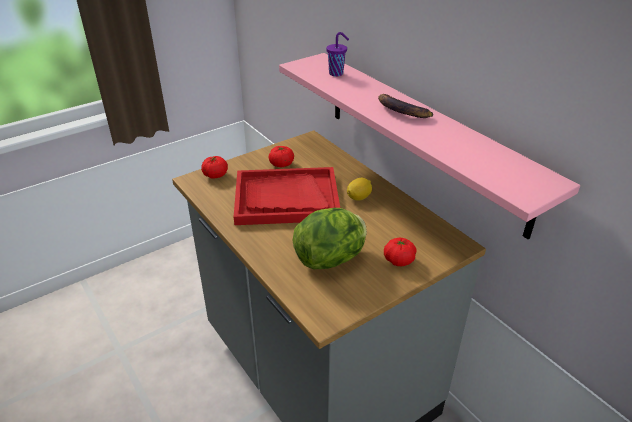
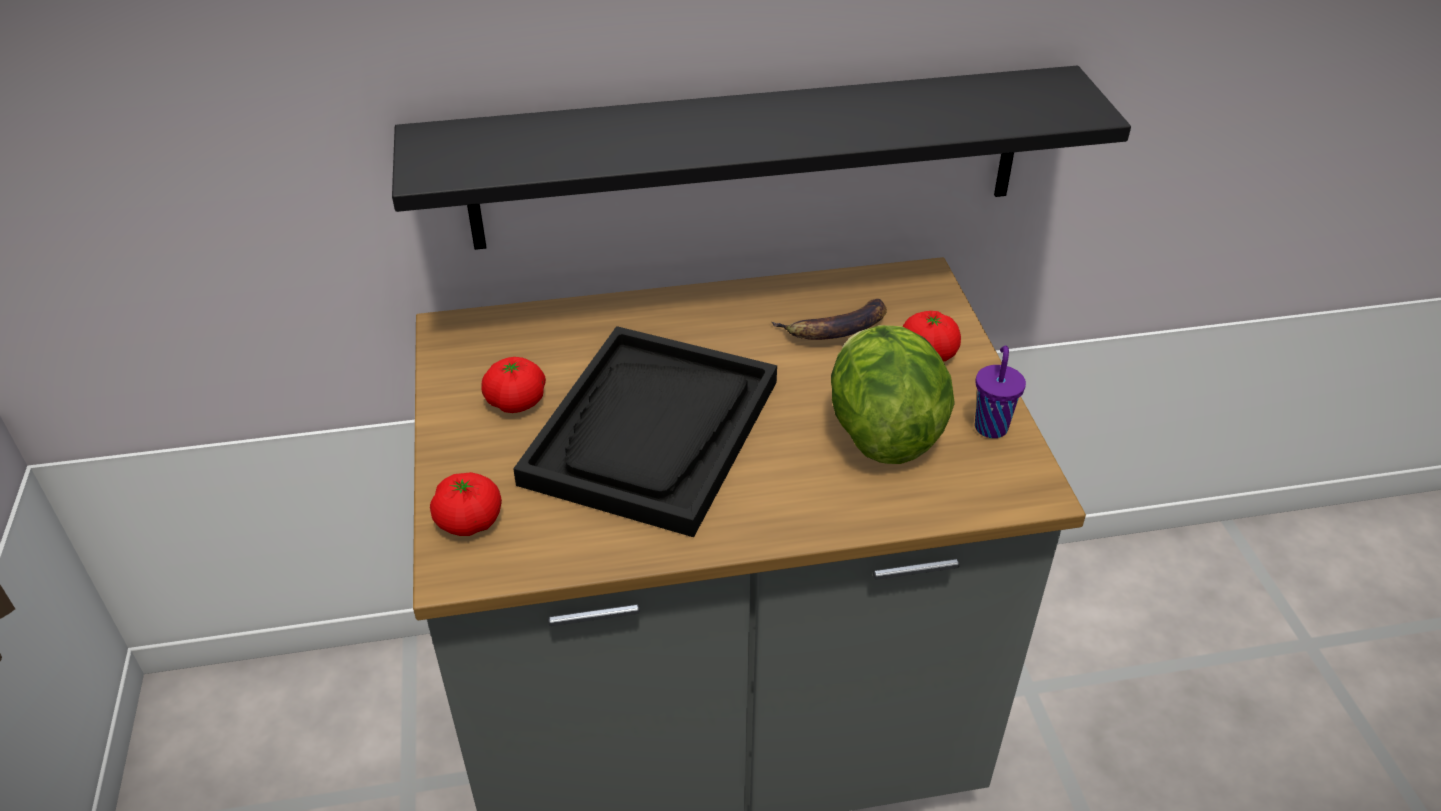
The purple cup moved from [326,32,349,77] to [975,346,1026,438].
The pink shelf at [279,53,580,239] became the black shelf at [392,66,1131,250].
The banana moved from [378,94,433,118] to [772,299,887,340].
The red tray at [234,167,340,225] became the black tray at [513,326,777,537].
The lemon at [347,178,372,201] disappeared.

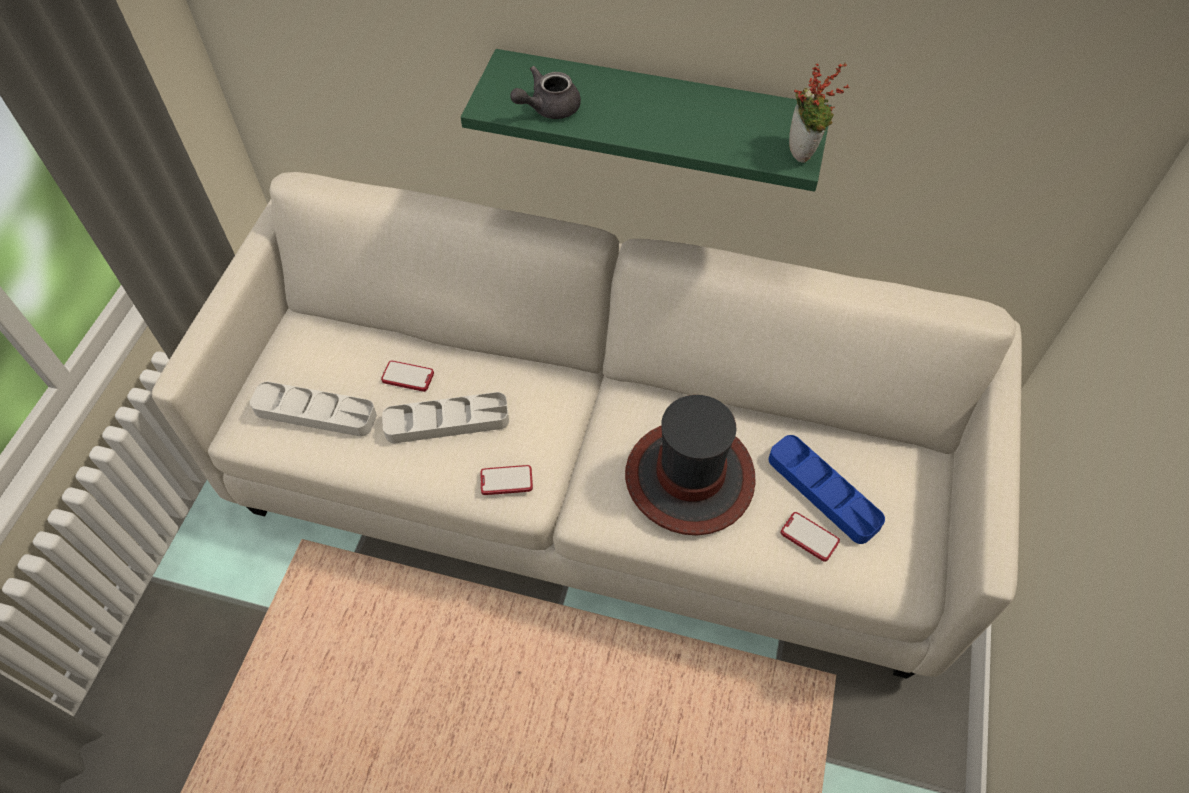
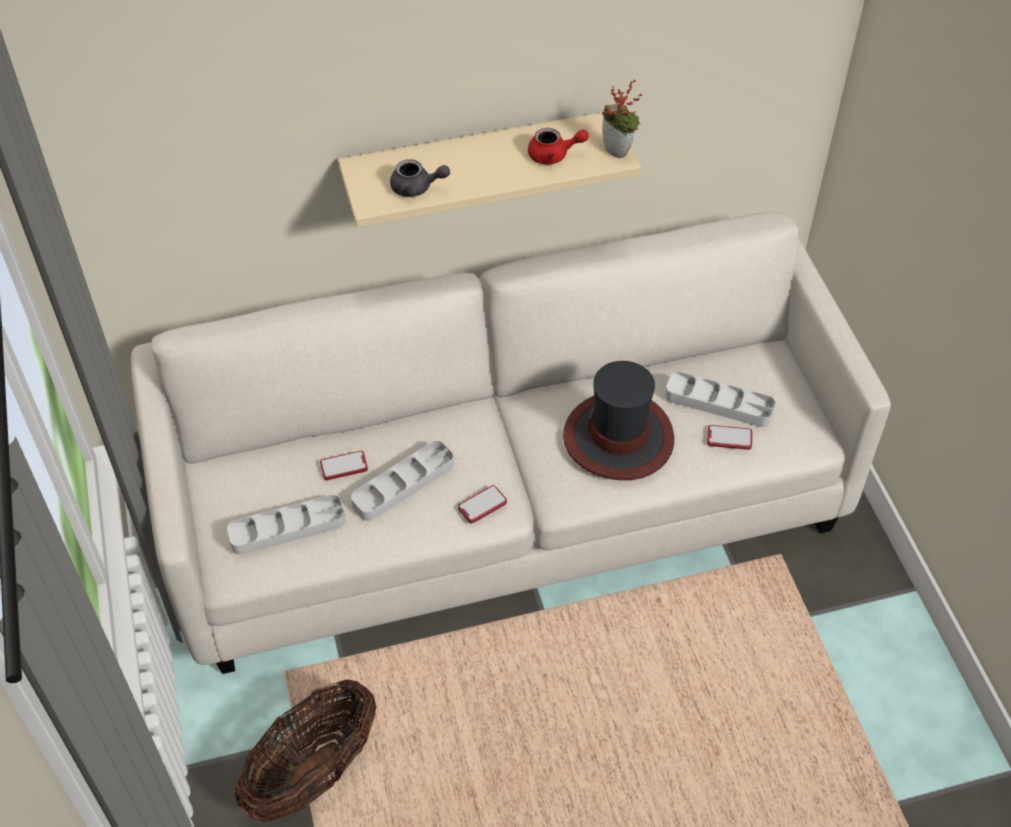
The green shelf at [461,49,832,192] became the beige shelf at [338,112,641,228].
The grey teapot at [510,66,581,119] turned 105 degrees counterclockwise.
The blue tray at [769,435,885,544] became the grey tray at [665,372,775,427].
The red teapot at [528,128,589,164] appeared.
The basket at [235,680,376,822] appeared.

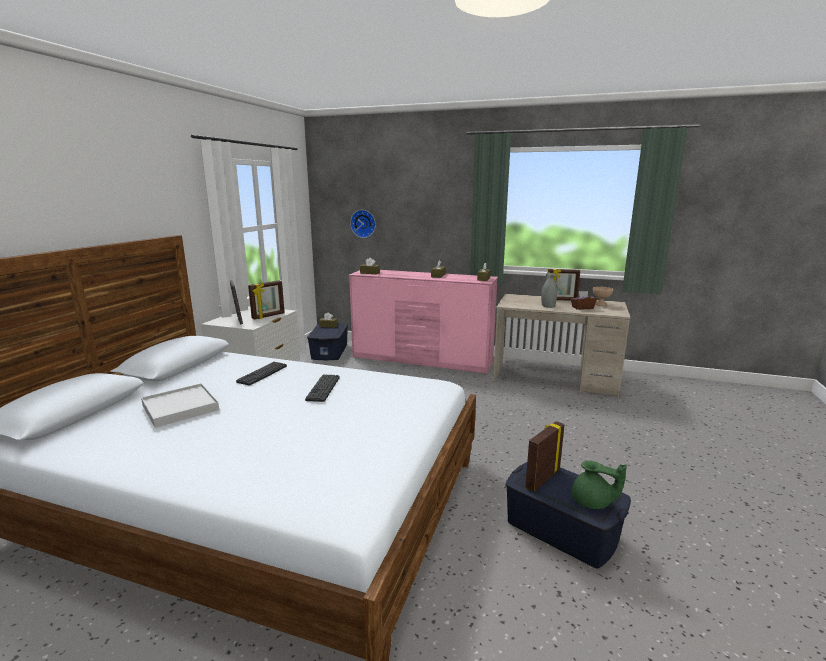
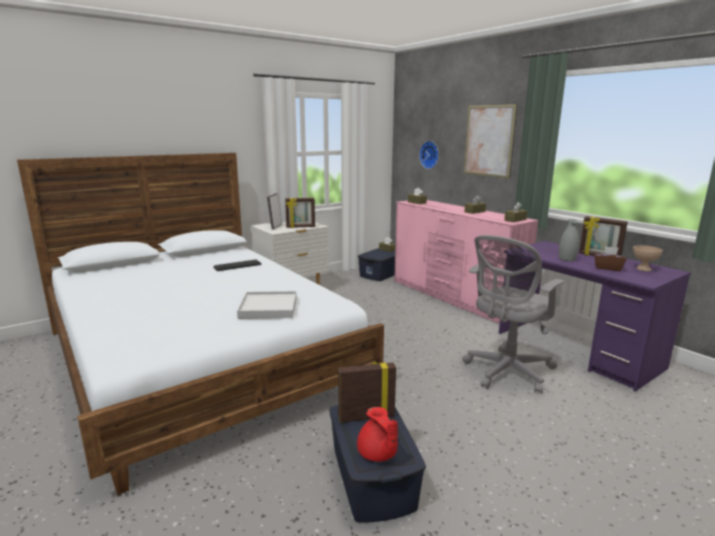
The beige desk at [493,294,631,397] became the purple desk at [498,241,691,392].
The keyboard at [305,374,340,402] disappeared.
The white tray moved from [141,383,219,428] to [237,291,297,319].
The green teapot at [572,461,627,509] became the red teapot at [357,407,398,462].
The picture at [464,104,517,179] appeared.
The grey office chair at [462,235,564,393] appeared.

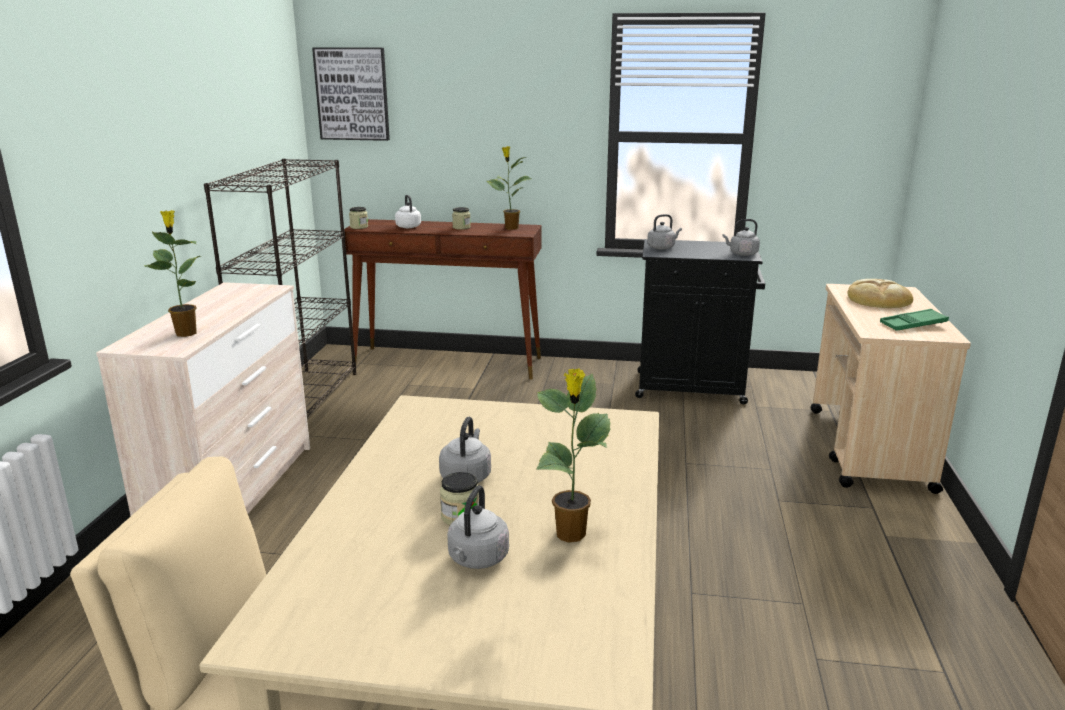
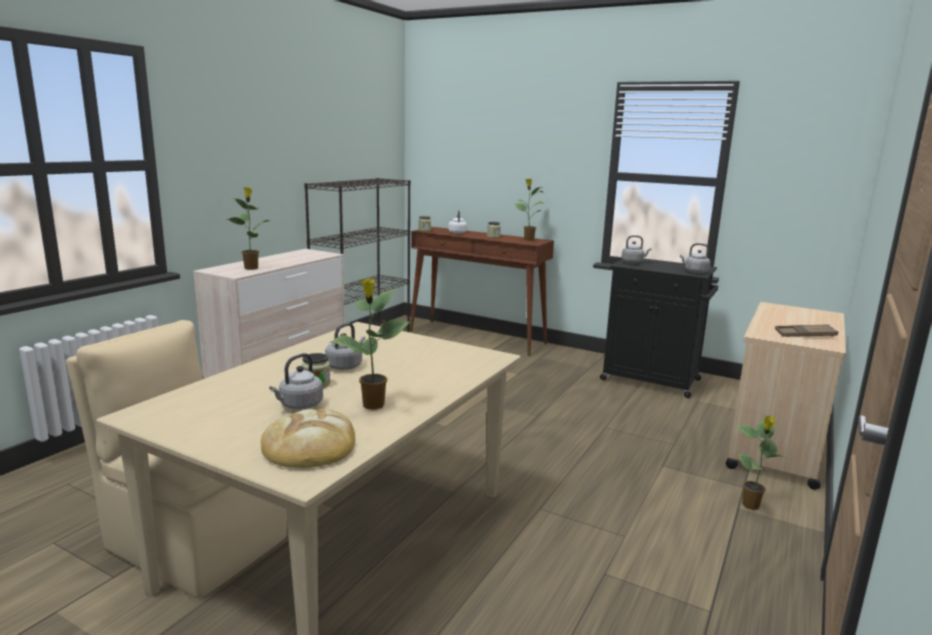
The picture at [312,48,390,141] disappeared.
The bread moved from [848,279,913,308] to [261,409,355,468].
The green tray at [880,309,949,331] became the brown tray at [775,324,838,337].
The potted plant at [736,416,787,510] appeared.

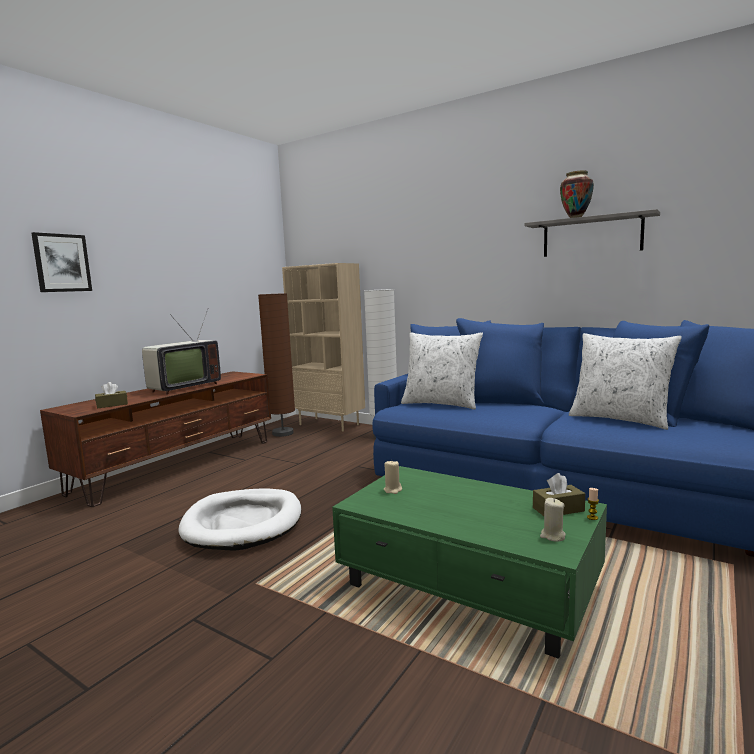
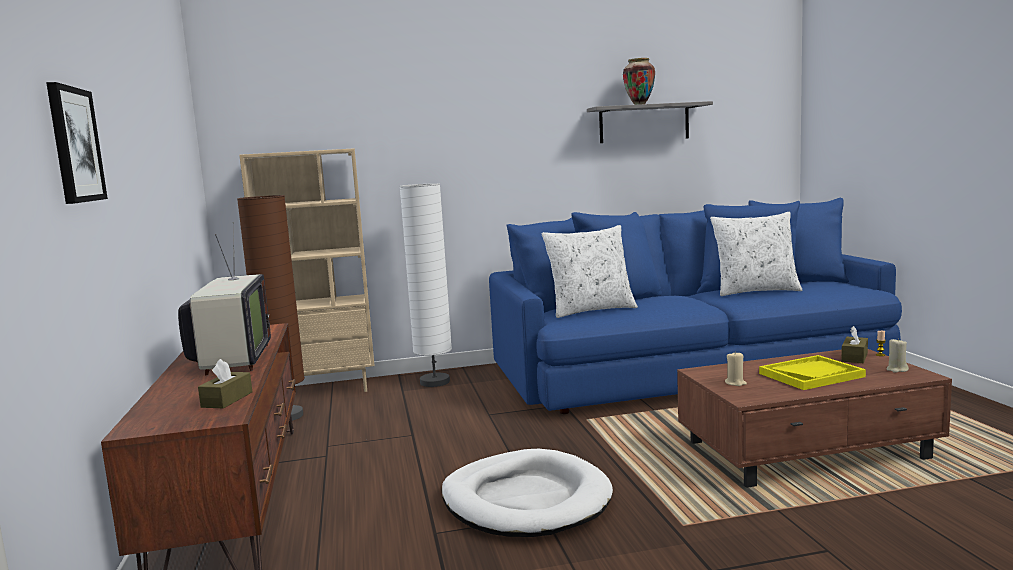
The green coffee table at [332,466,607,659] became the brown coffee table at [677,349,952,488].
The yellow tray at [759,355,866,390] appeared.

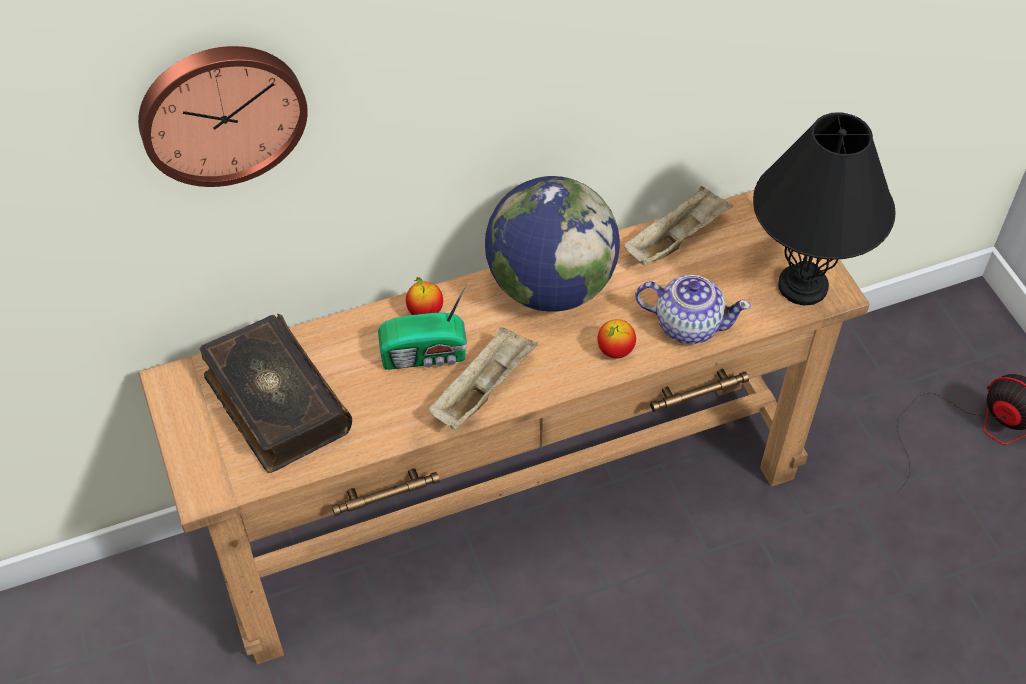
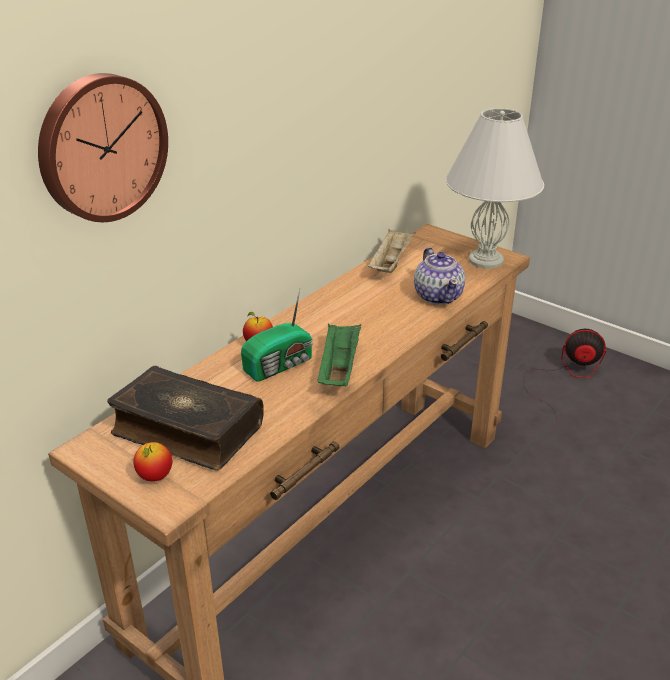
The black table lamp at [753,112,896,306] became the white table lamp at [446,108,544,269].
The globe at [485,176,620,312] disappeared.
The teapot at [635,275,751,344] turned 90 degrees clockwise.
The apple moved from [597,319,636,358] to [133,442,172,482].
The beige tray at [429,327,538,430] became the green tray at [317,324,361,386].

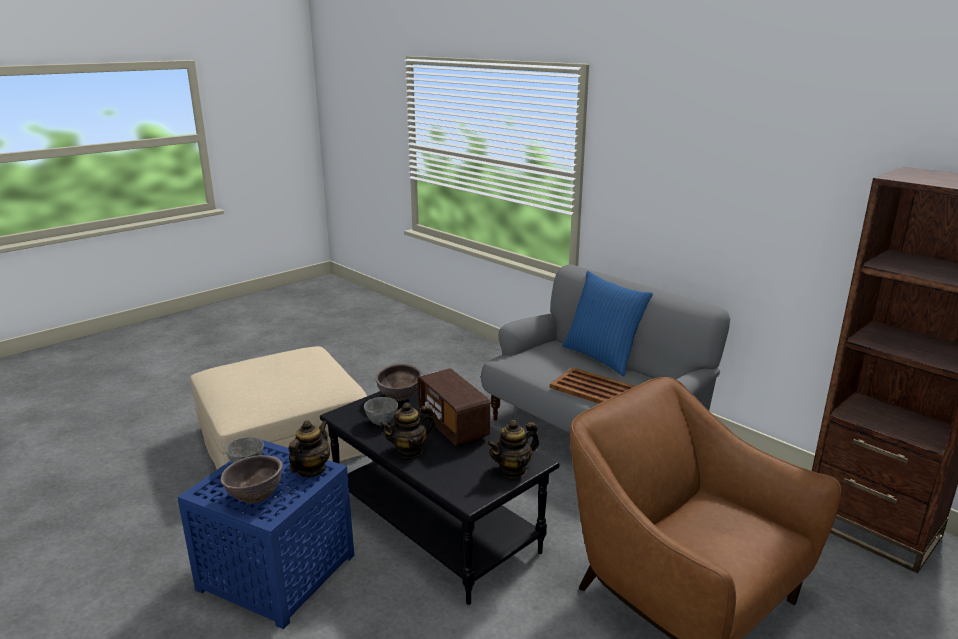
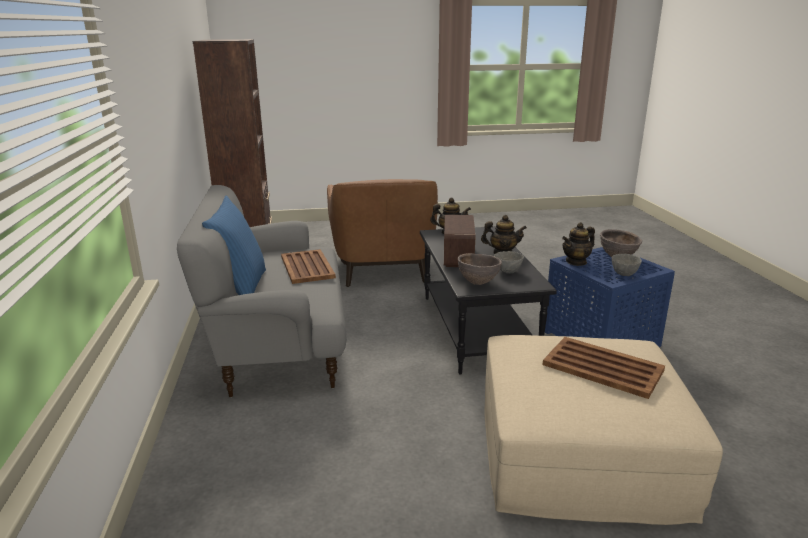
The brown tray at [543,337,665,399] appeared.

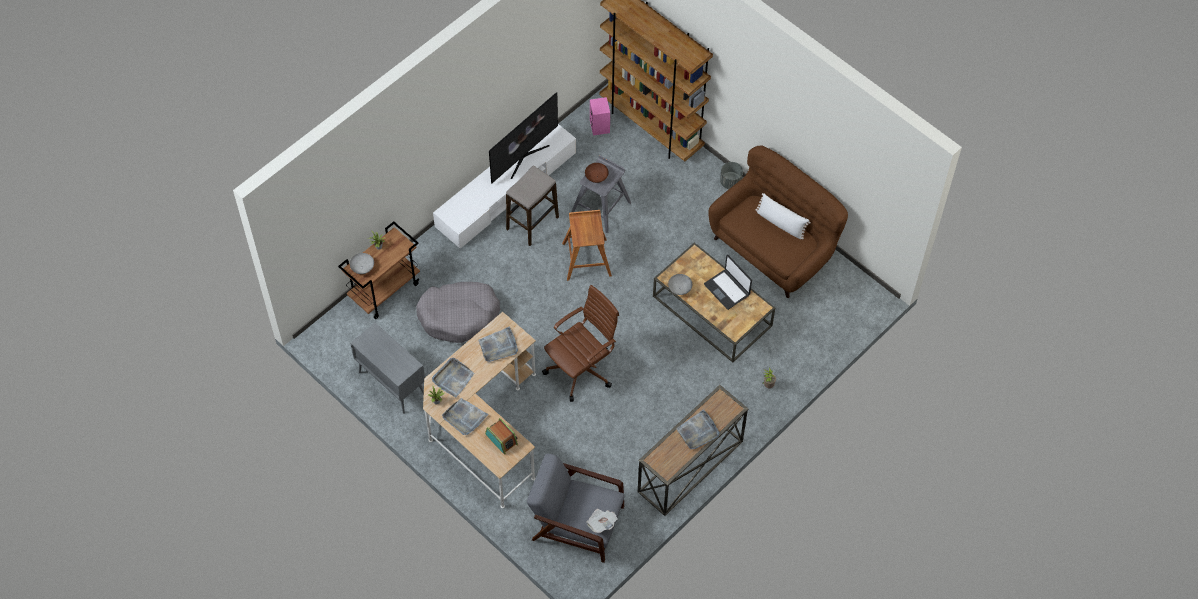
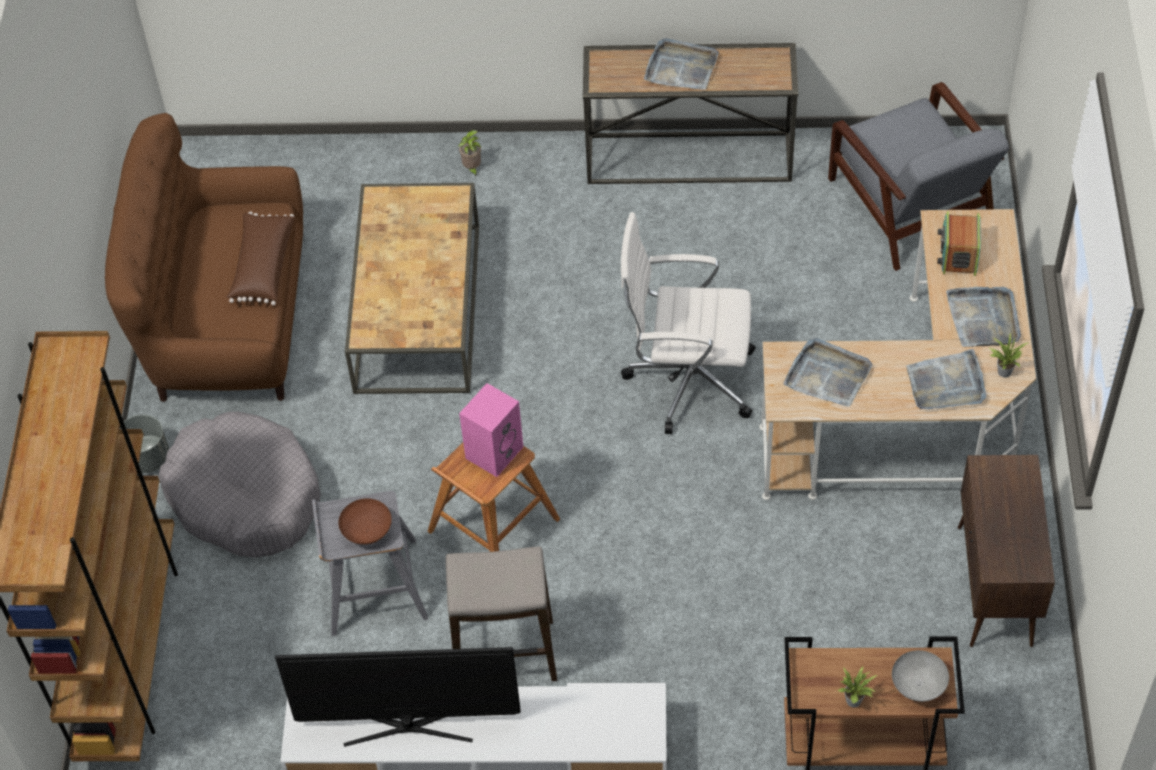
The pink speaker moved from [590,97,610,136] to [459,383,523,477].
The white pillow at [755,193,811,240] disappeared.
The laptop at [704,255,752,310] disappeared.
The grey bowl at [668,274,692,295] disappeared.
The grey dog bed moved from [416,282,500,343] to [159,412,321,558].
The brown office chair at [542,285,619,402] became the white office chair at [621,212,756,434].
The grey cabinet at [350,323,425,414] became the brown cabinet at [958,455,1055,647].
The newspaper at [586,509,618,533] disappeared.
The brown pillow at [227,211,295,306] appeared.

